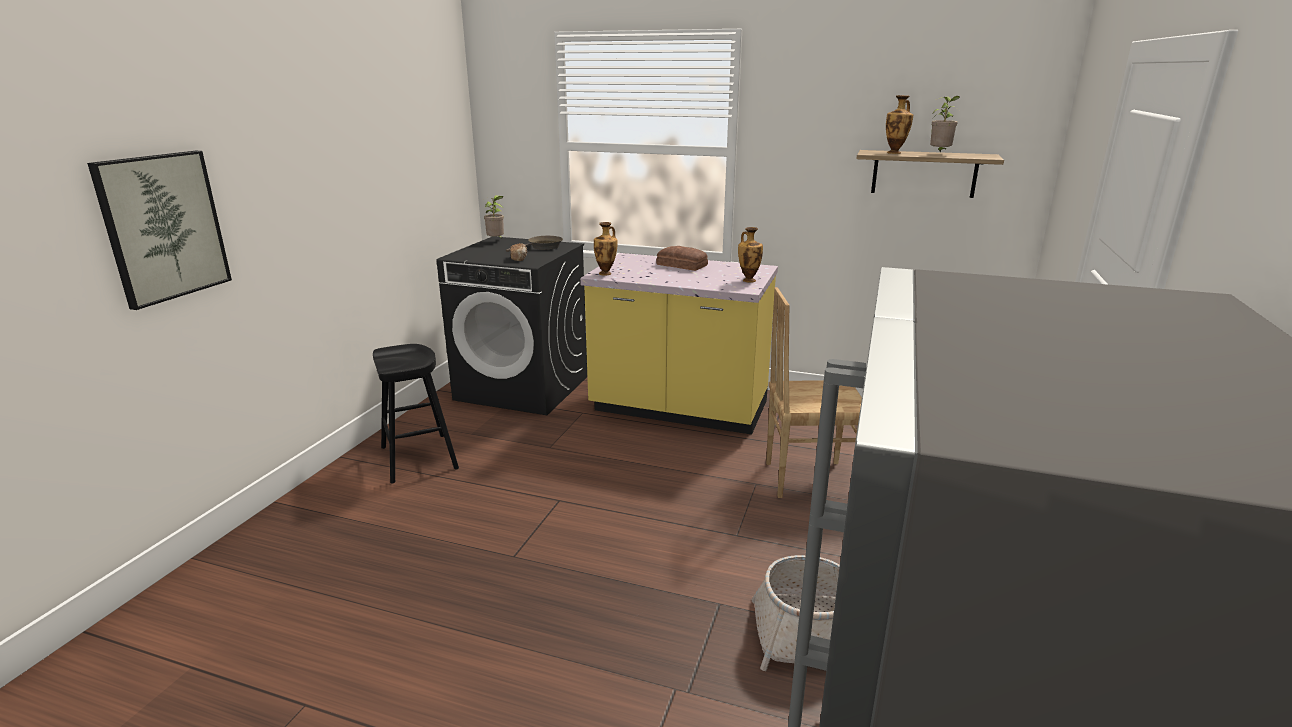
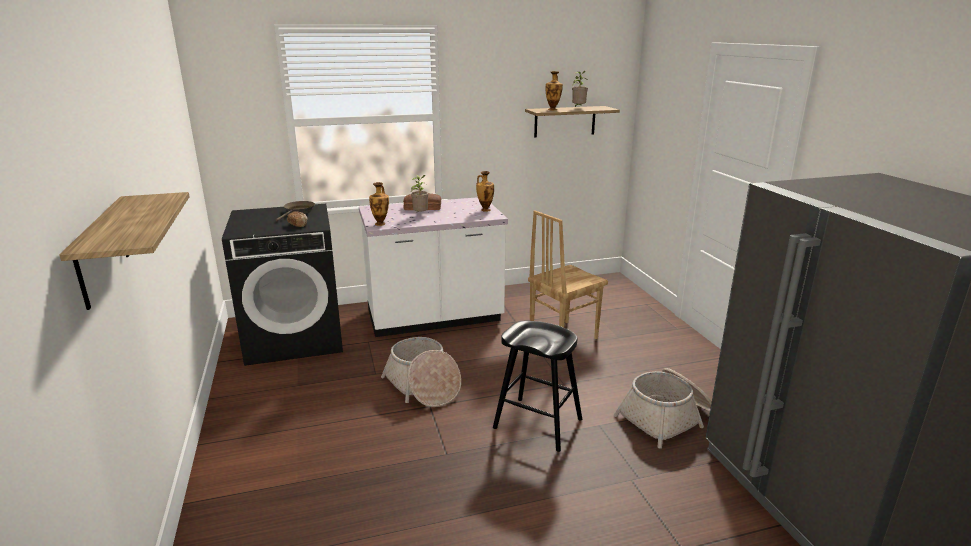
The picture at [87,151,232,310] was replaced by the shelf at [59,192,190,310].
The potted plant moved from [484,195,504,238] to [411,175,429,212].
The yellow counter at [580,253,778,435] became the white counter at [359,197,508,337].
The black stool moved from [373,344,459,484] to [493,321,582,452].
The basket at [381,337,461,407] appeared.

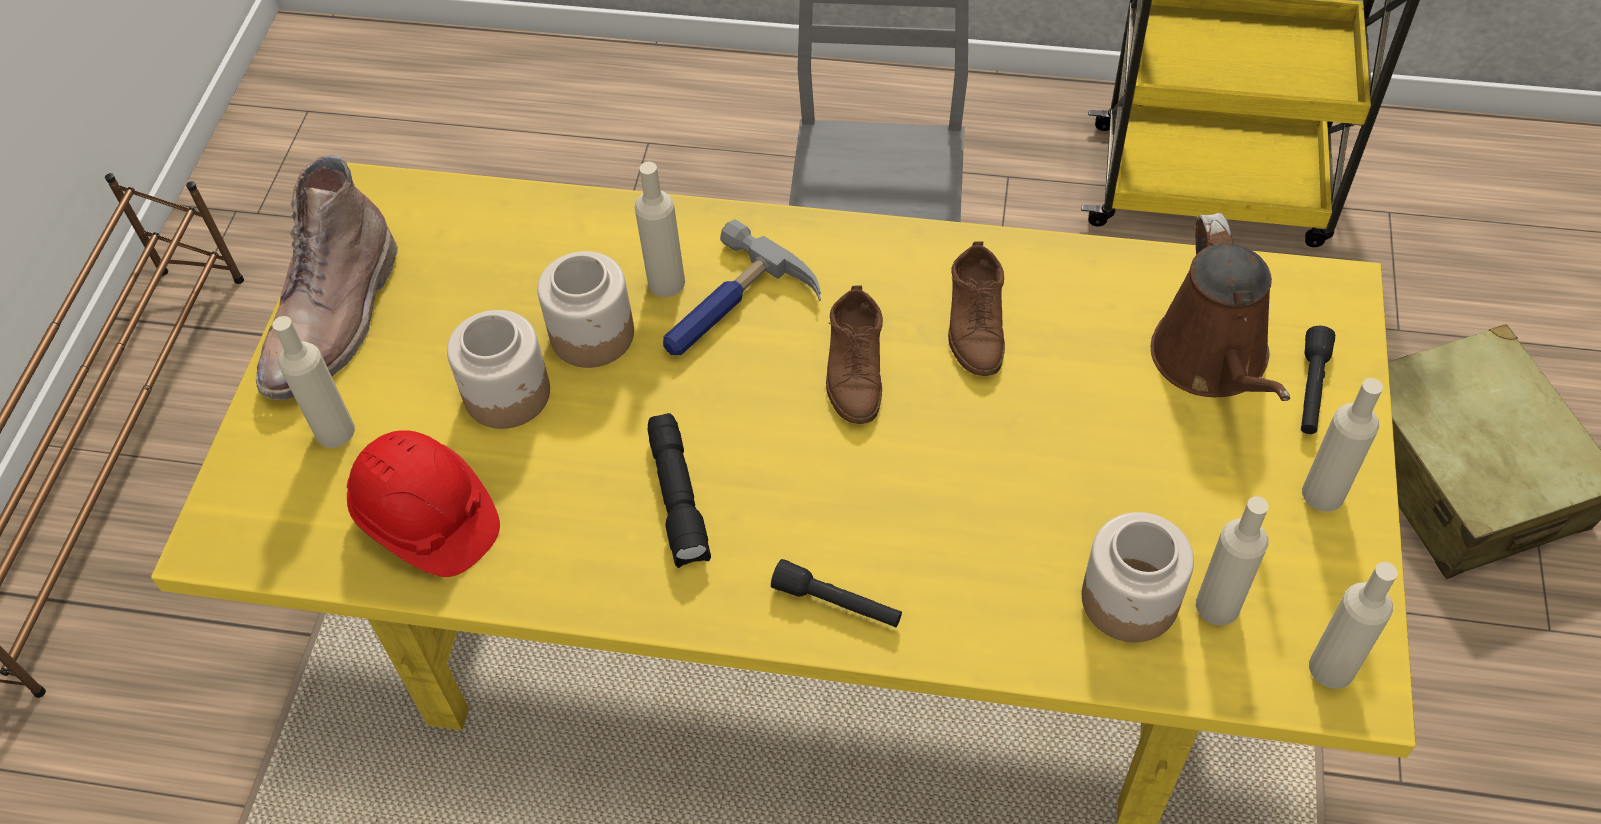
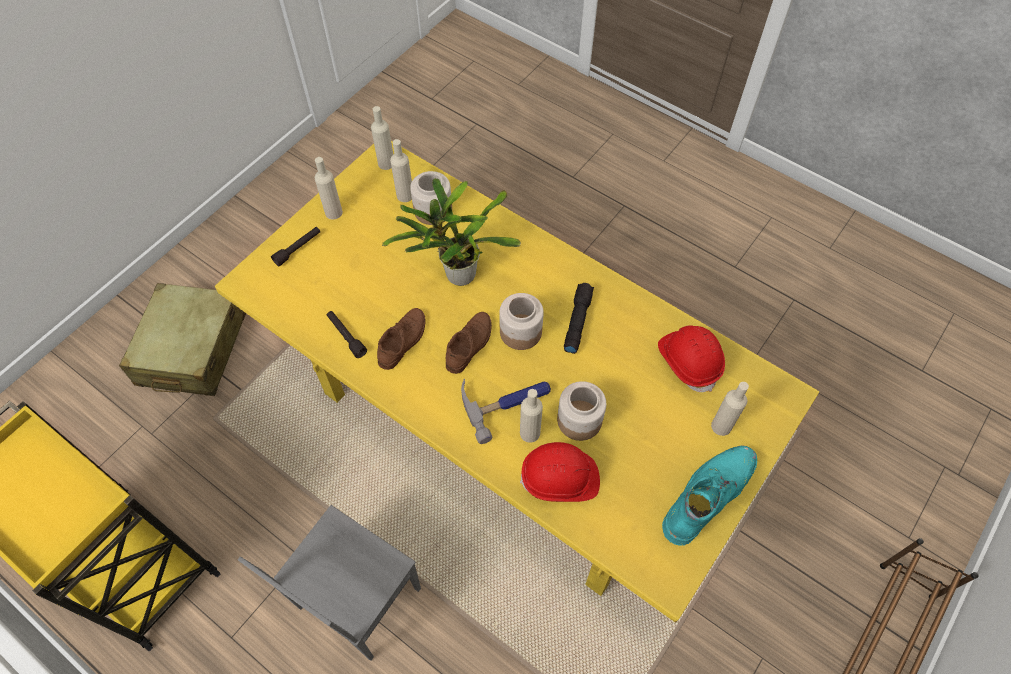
The brown boot at [256,155,398,400] became the turquoise boot at [662,445,757,546].
The brown watering can at [1151,213,1290,401] disappeared.
The jar moved from [447,310,550,429] to [499,293,544,350].
The black flashlight moved from [771,559,902,627] to [327,311,367,358].
The potted plant at [382,177,521,286] appeared.
The red hard hat at [520,442,600,502] appeared.

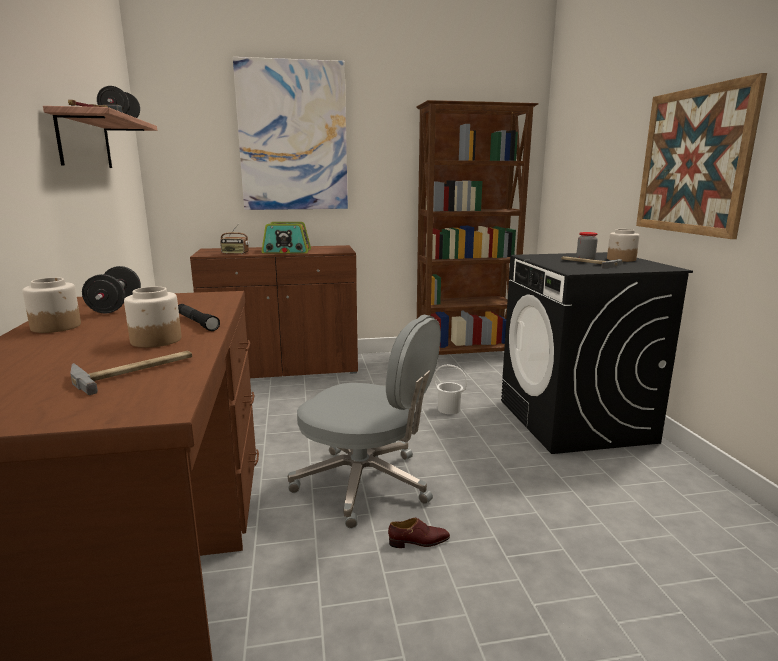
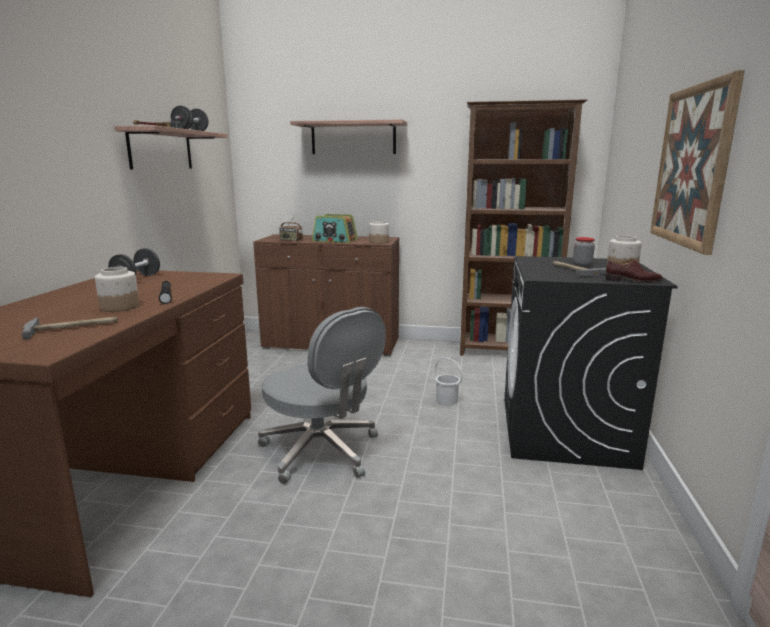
The picture at [233,57,348,210] was replaced by the shelf at [290,119,407,154].
The jar moved from [22,278,81,333] to [369,220,389,244].
The brown shoe moved from [388,518,450,548] to [606,259,663,282].

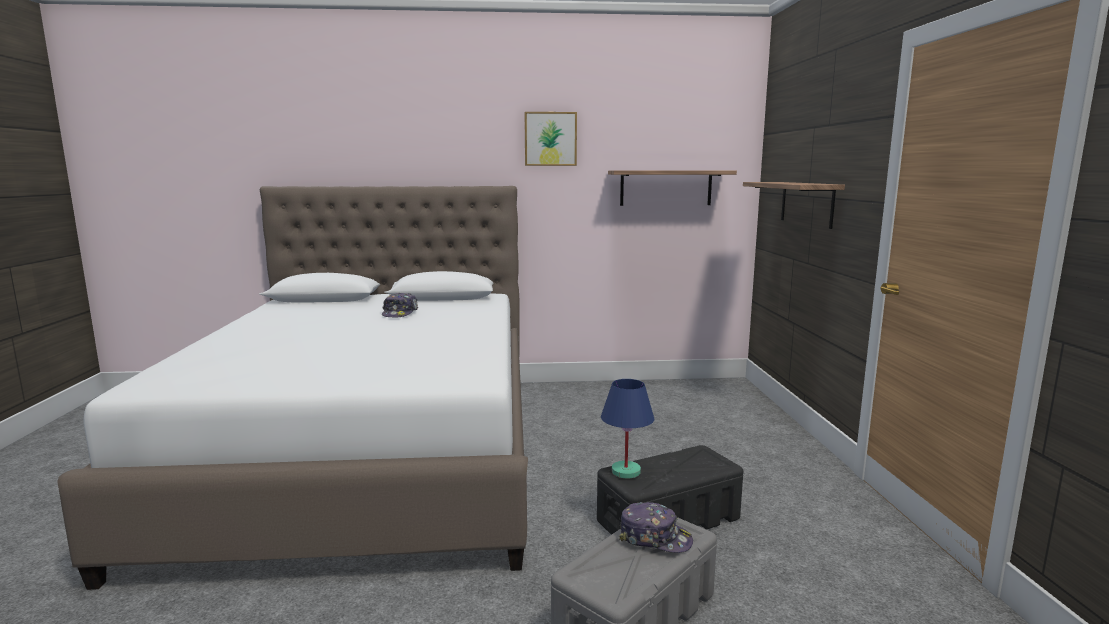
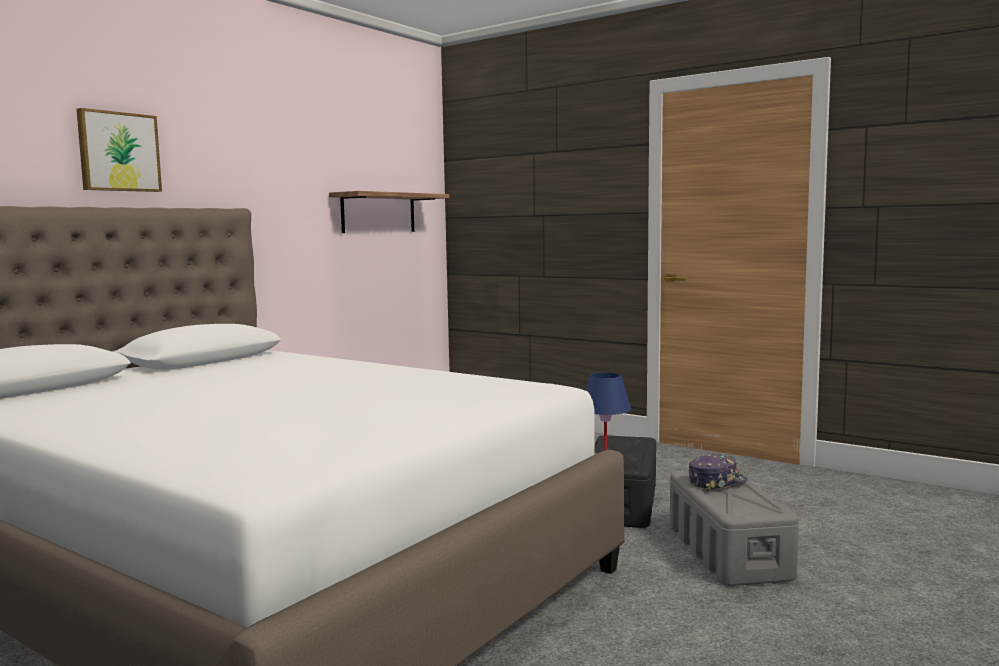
The picture moved from [525,112,577,166] to [76,108,162,192].
The shelf at [743,182,845,229] disappeared.
The cap at [382,293,418,318] disappeared.

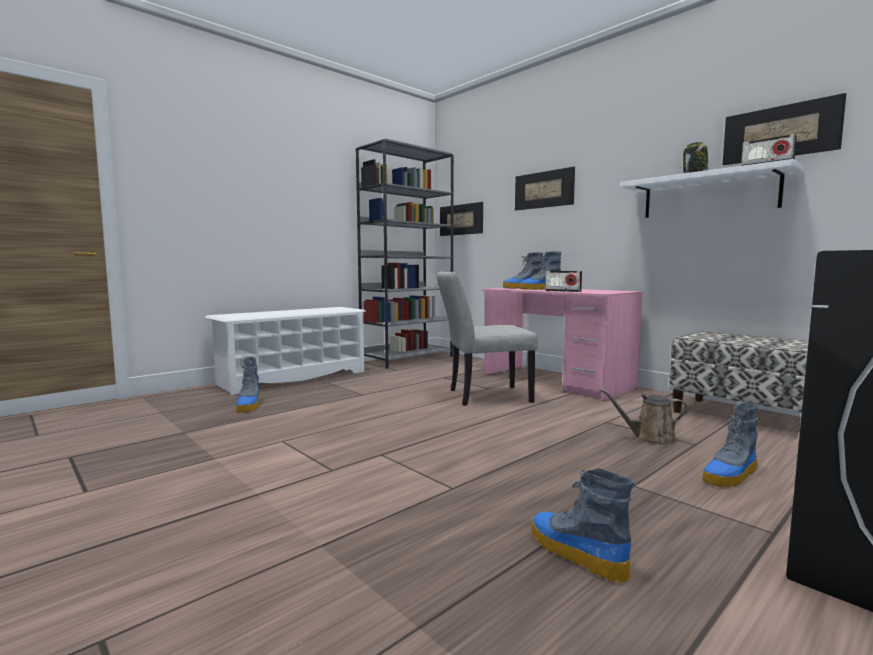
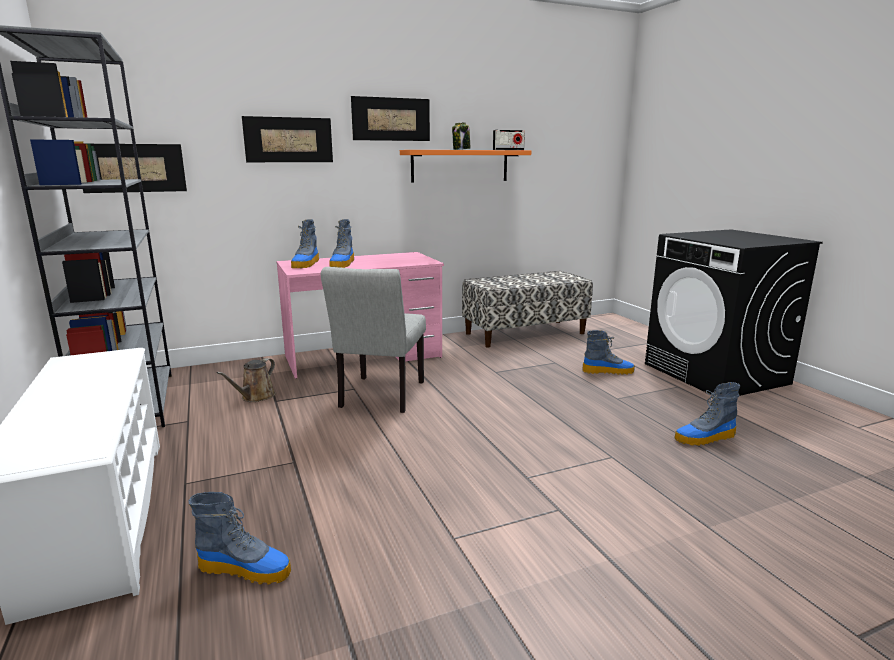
The picture moved from [723,93,846,165] to [351,96,430,141].
The white shelf at [620,159,803,218] became the orange shelf at [400,150,531,182].
The radio at [545,271,582,292] disappeared.
The brown watering can moved from [600,389,688,445] to [216,358,276,402].
The boot at [702,403,758,487] turned 75 degrees counterclockwise.

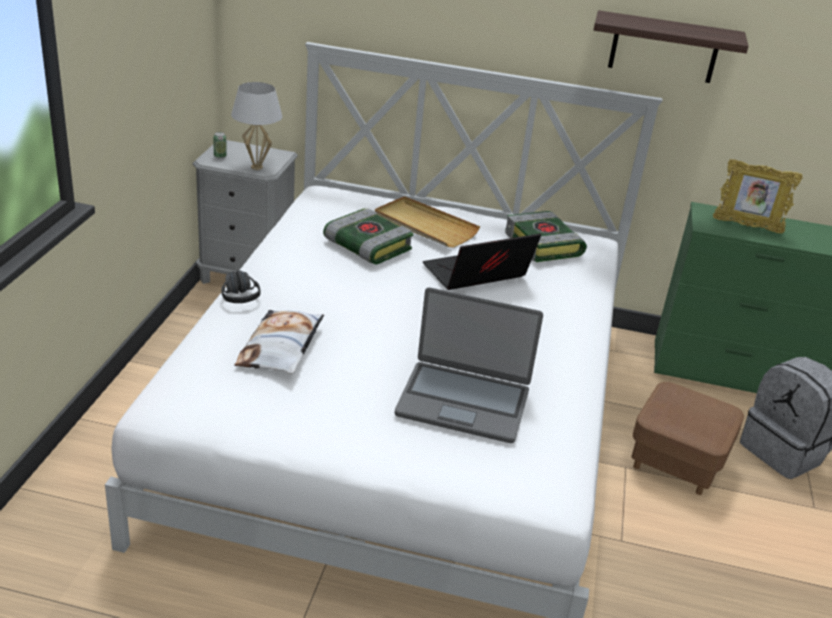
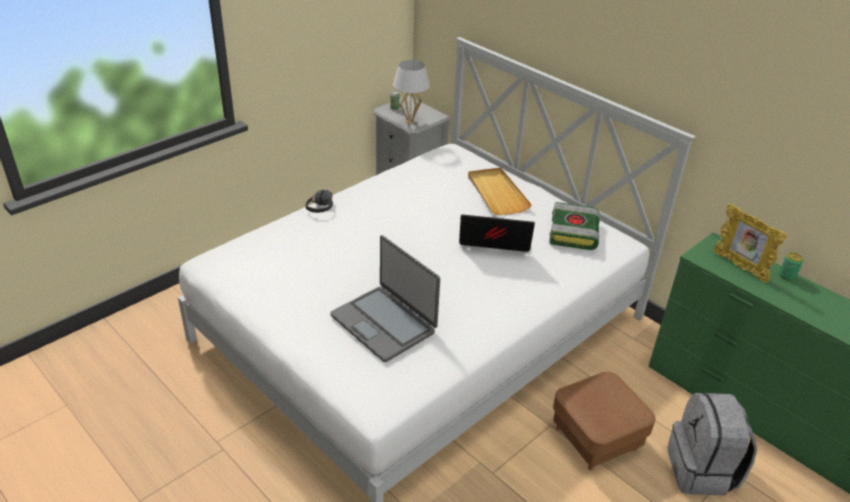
The shelf at [594,10,749,83] disappeared.
The book at [323,208,413,264] disappeared.
The pillow at [234,310,324,374] disappeared.
The can at [779,252,803,281] appeared.

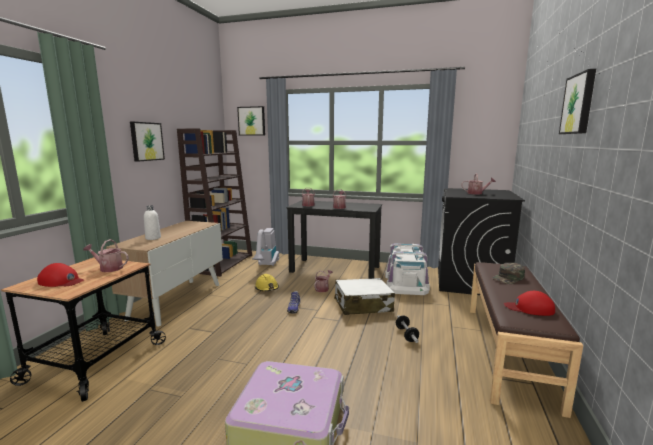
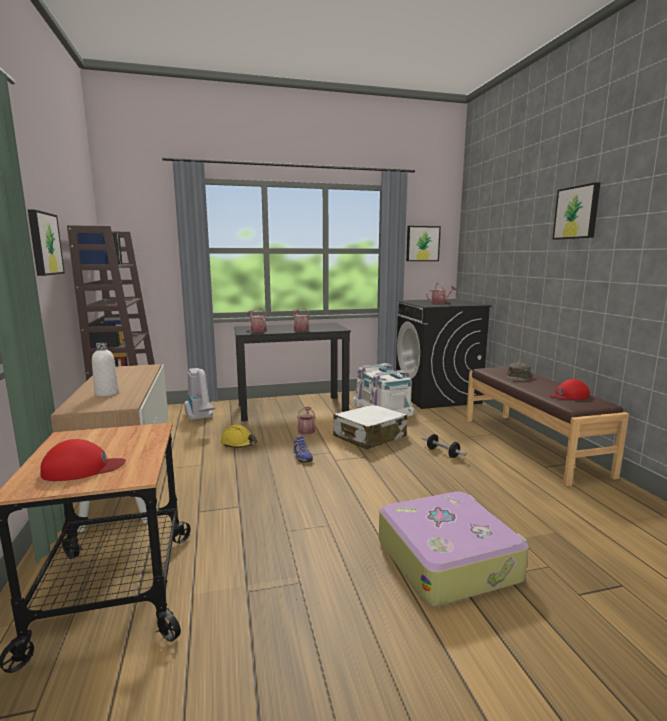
The picture moved from [237,106,265,136] to [406,226,441,261].
The watering can at [83,239,129,272] disappeared.

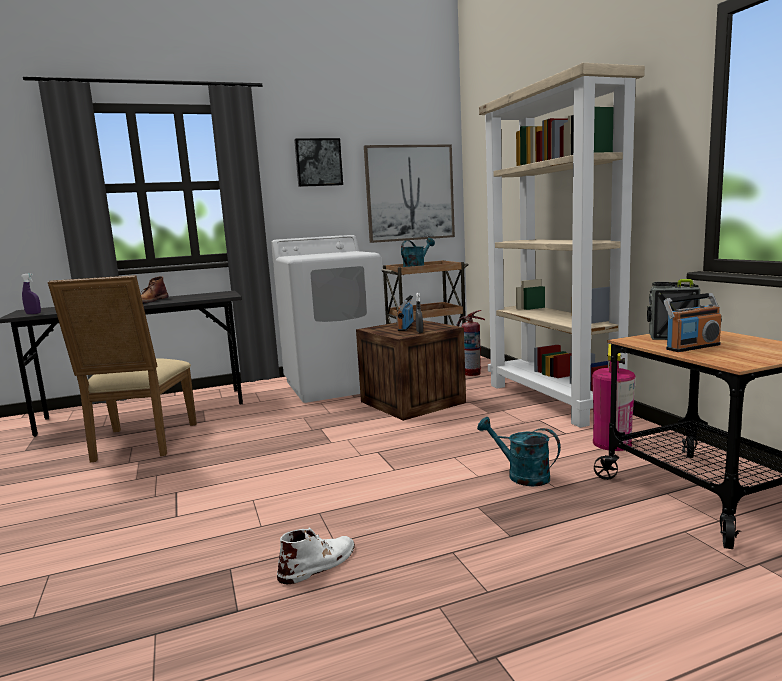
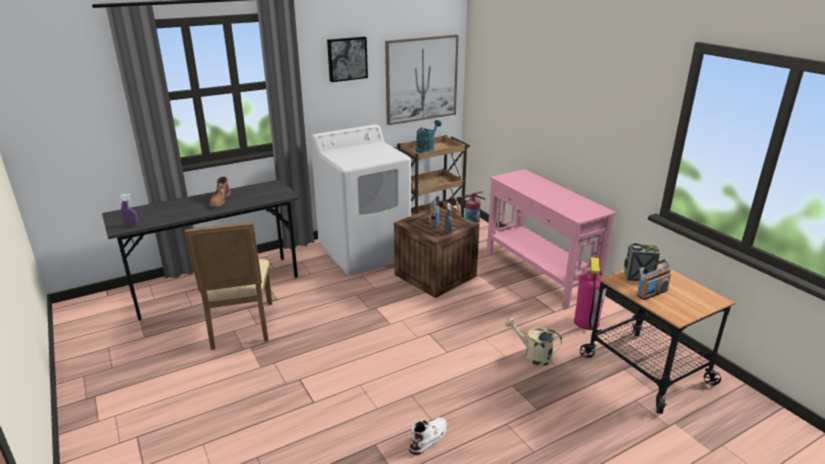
The beige bookcase at [479,63,645,428] was replaced by the pink console table at [487,169,616,309].
The turquoise watering can at [477,417,561,486] became the beige watering can at [505,317,562,366].

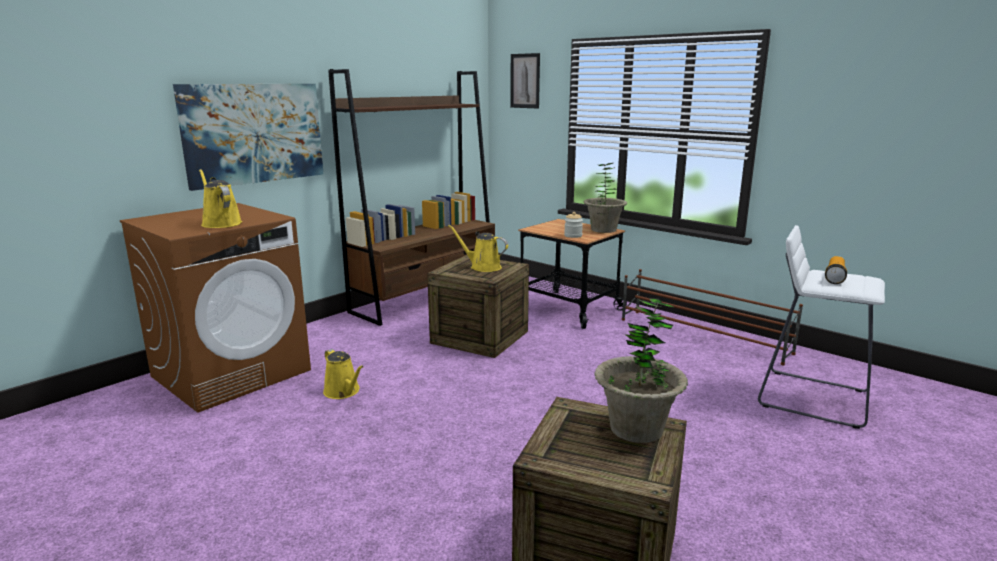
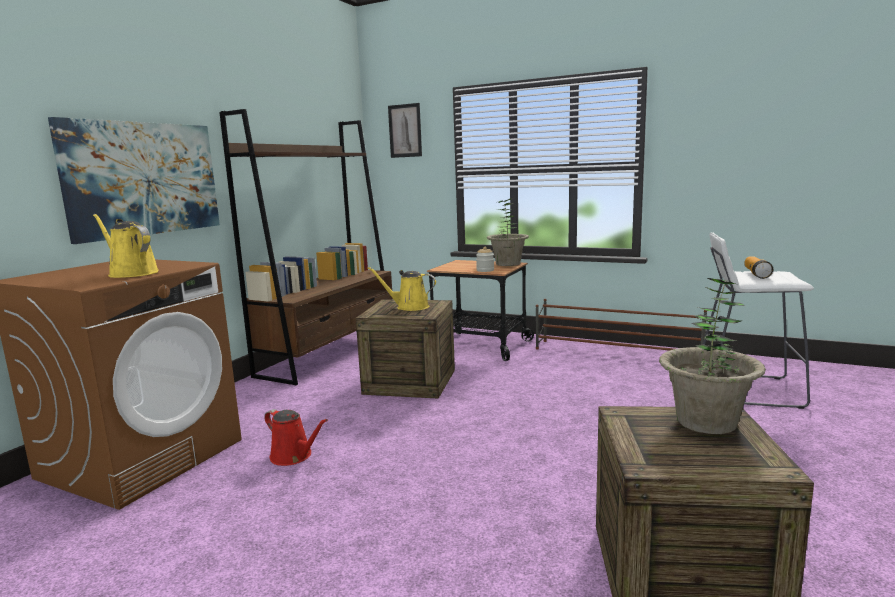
The yellow watering can at [323,349,364,399] became the red watering can at [264,409,328,466].

